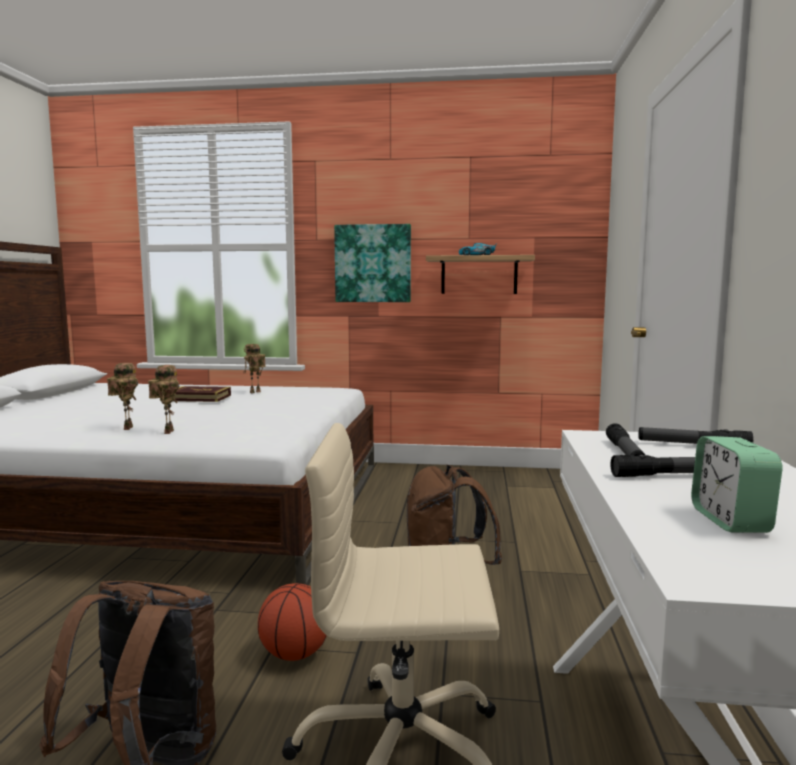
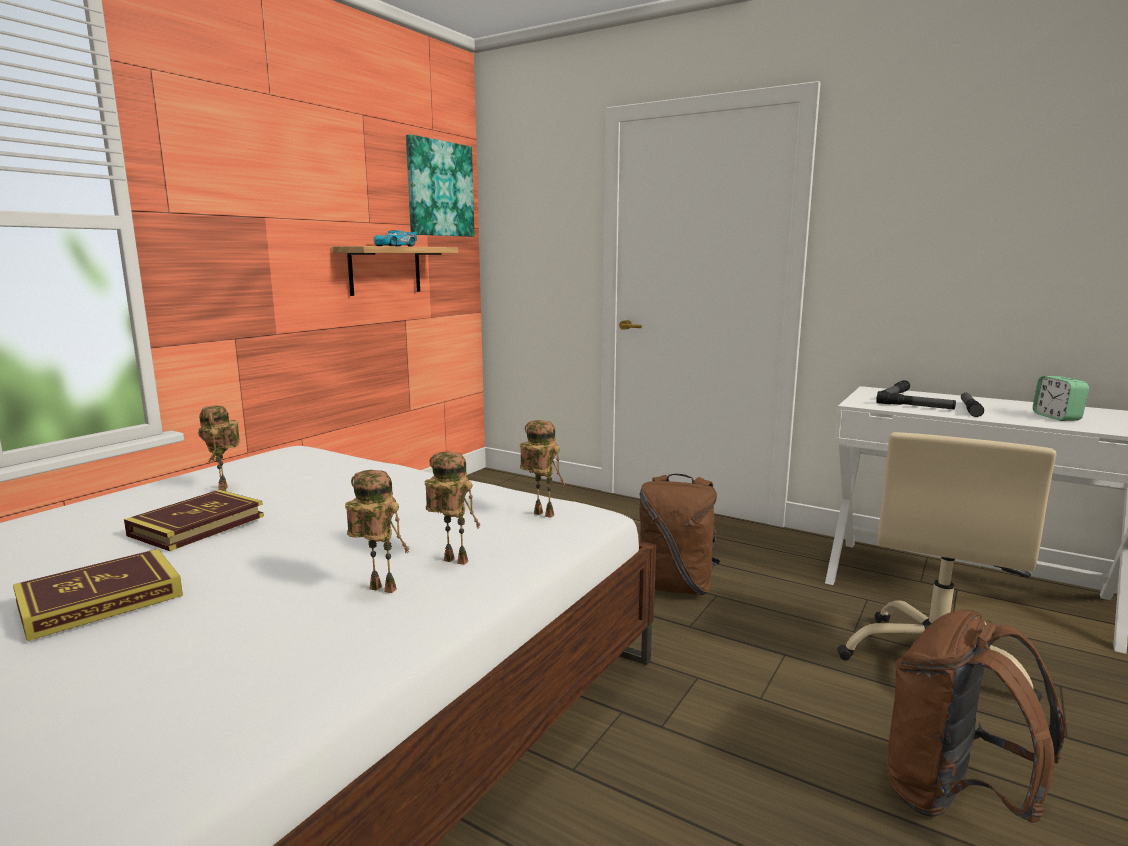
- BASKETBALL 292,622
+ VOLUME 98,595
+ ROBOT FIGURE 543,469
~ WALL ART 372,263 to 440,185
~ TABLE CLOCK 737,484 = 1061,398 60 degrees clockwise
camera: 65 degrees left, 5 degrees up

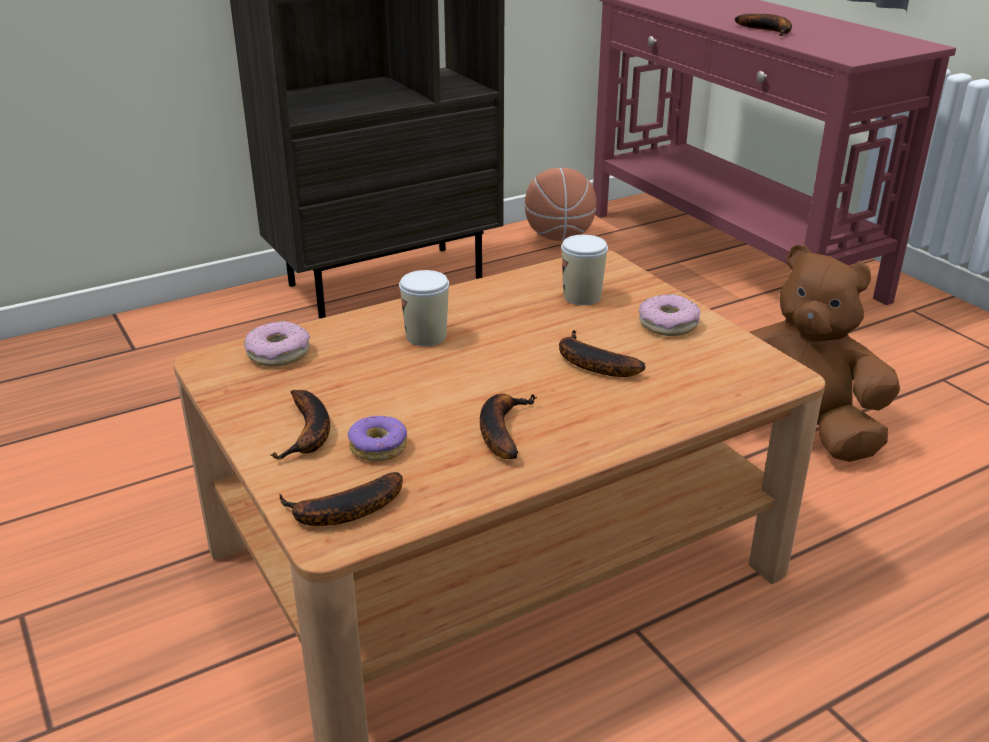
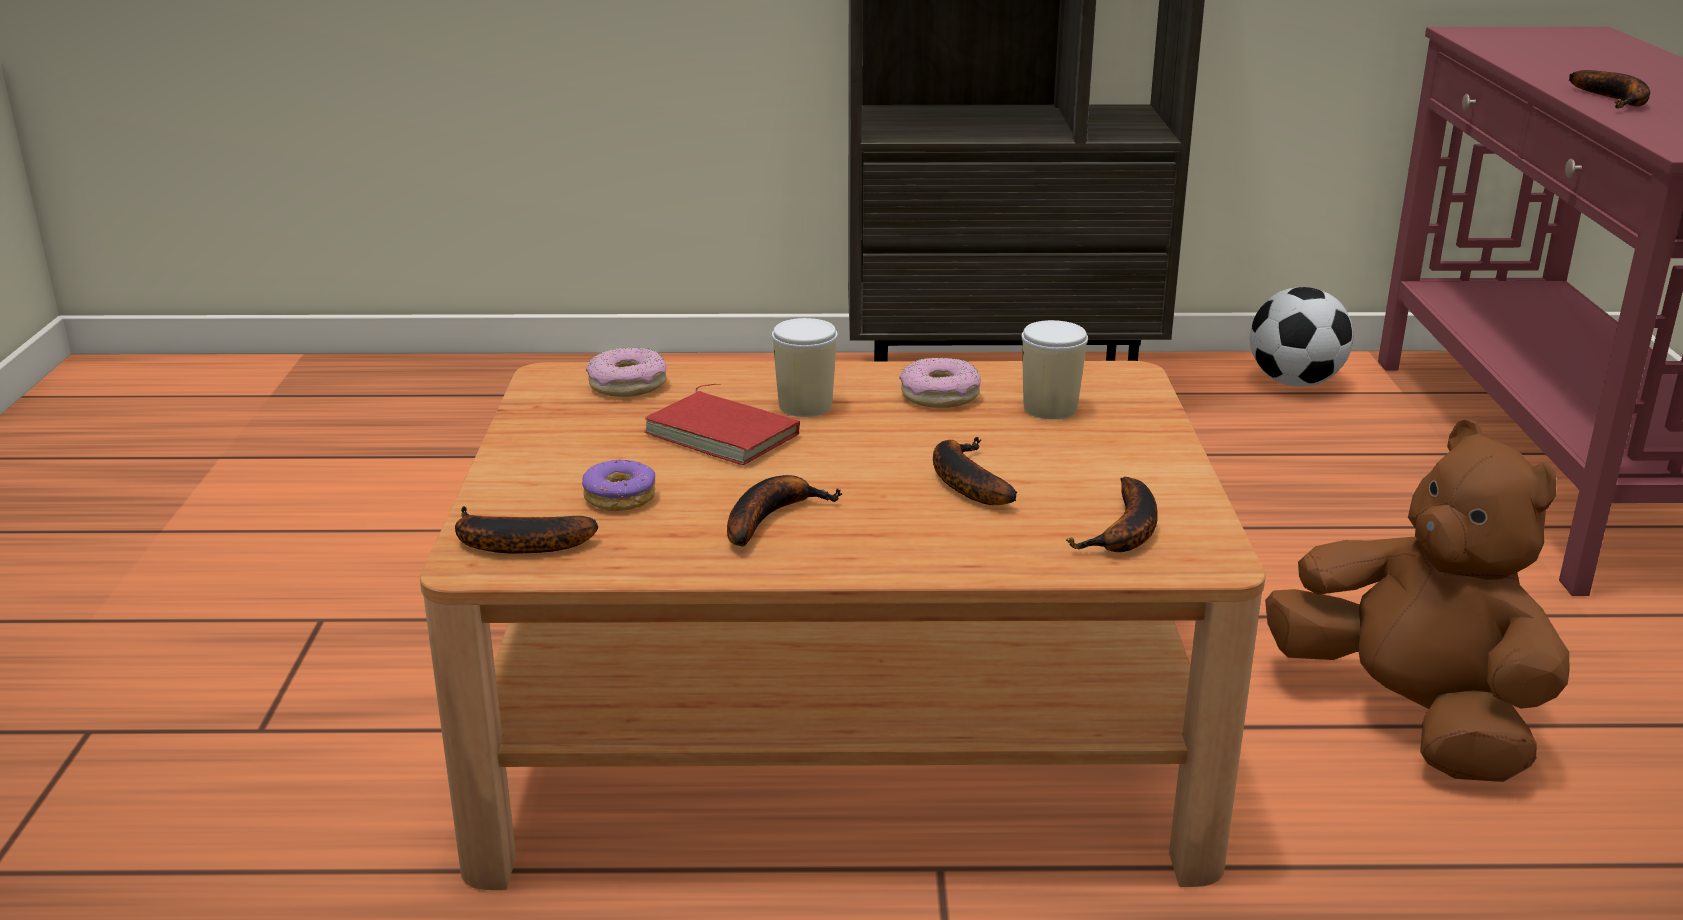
+ RED-COLOURED VOLUME 722,424
~ BANANA 300,425 to 1112,514
~ RING DOUGHNUT 670,315 to 940,383
~ BASKETBALL 560,204 to FOOTBALL BALL 1302,337
camera: 30 degrees right, 5 degrees down

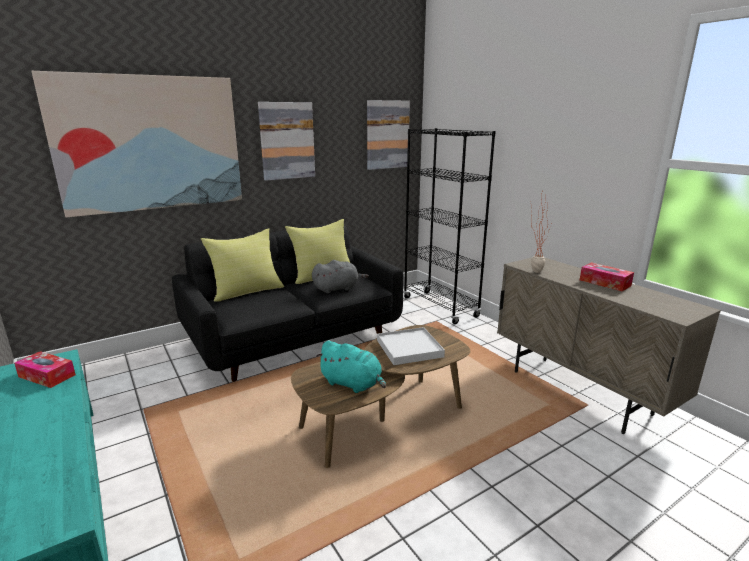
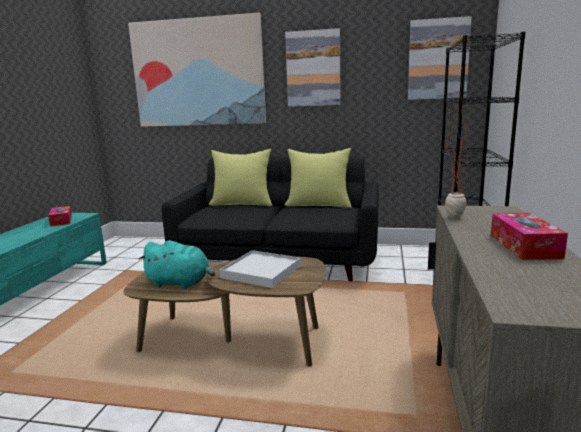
- GREYISH PLUSH TOY 340,277
~ TURQUOISE PLUSH TOY 351,367 = 177,264 60 degrees counterclockwise
camera: 45 degrees right, 5 degrees down

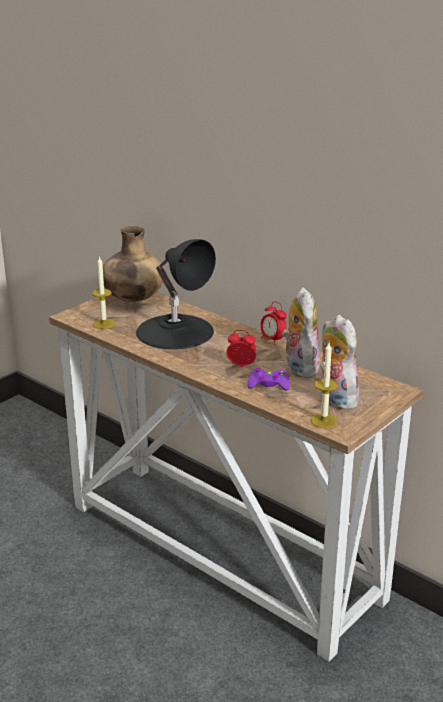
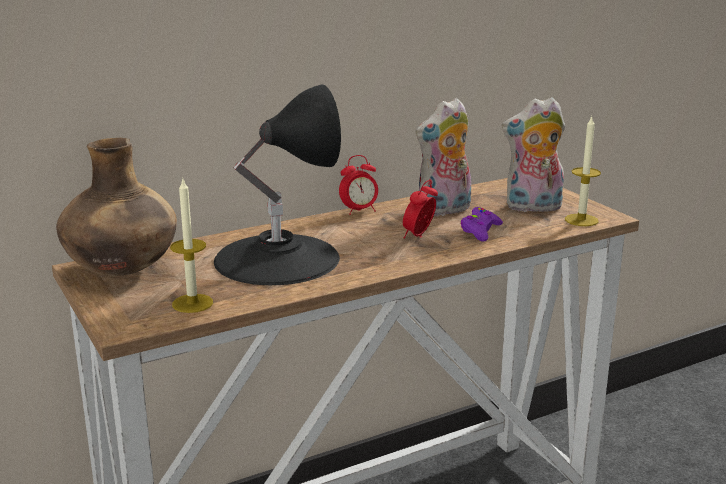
~ PLUSH TOY 301,332 = 443,157 45 degrees counterclockwise
camera: 70 degrees left, 5 degrees down

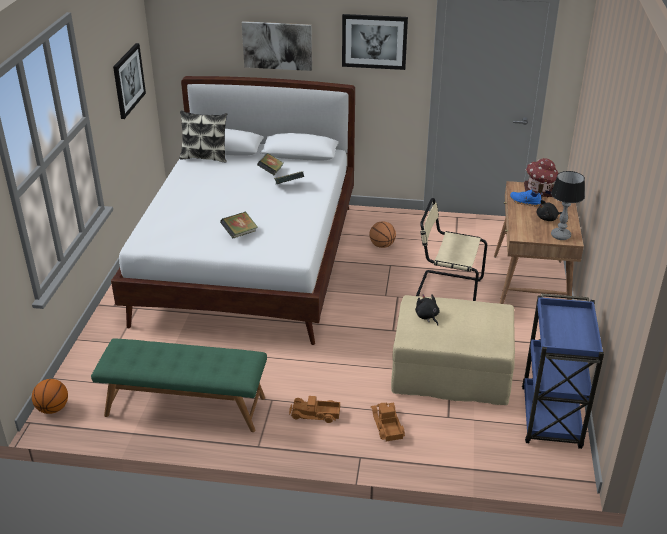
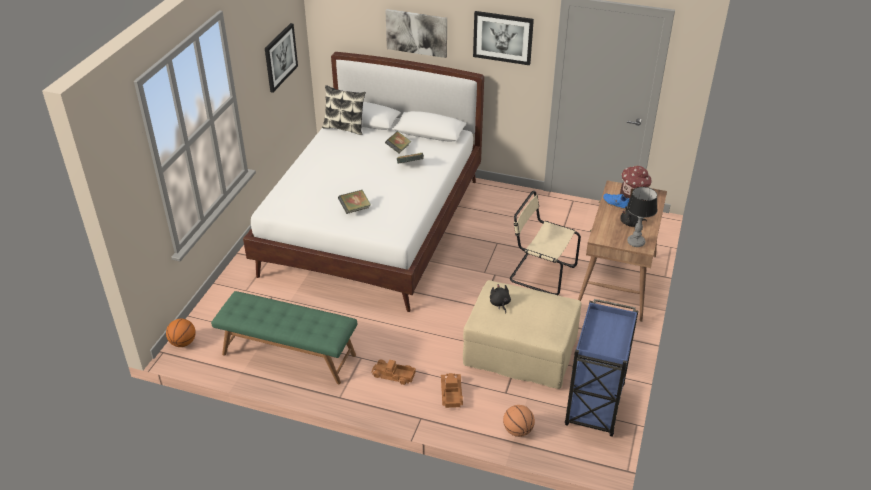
~ BASKETBALL 382,234 to 519,421
camera: 10 degrees right, 5 degrees up

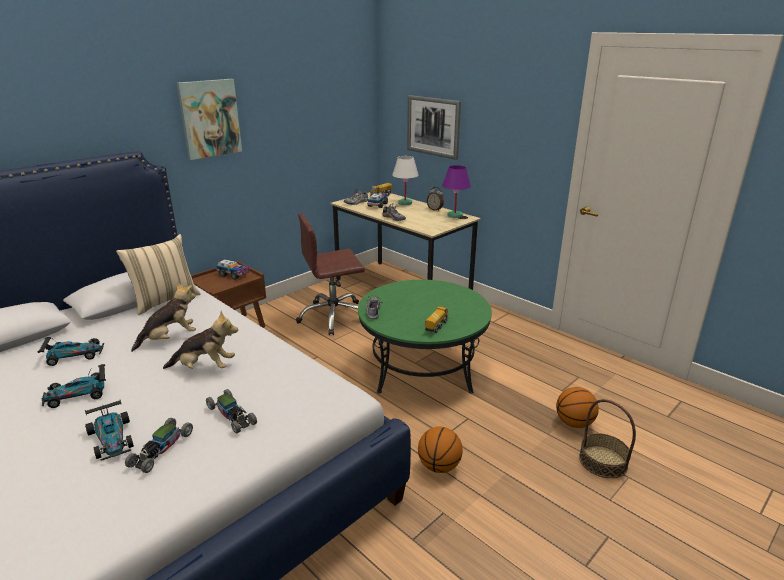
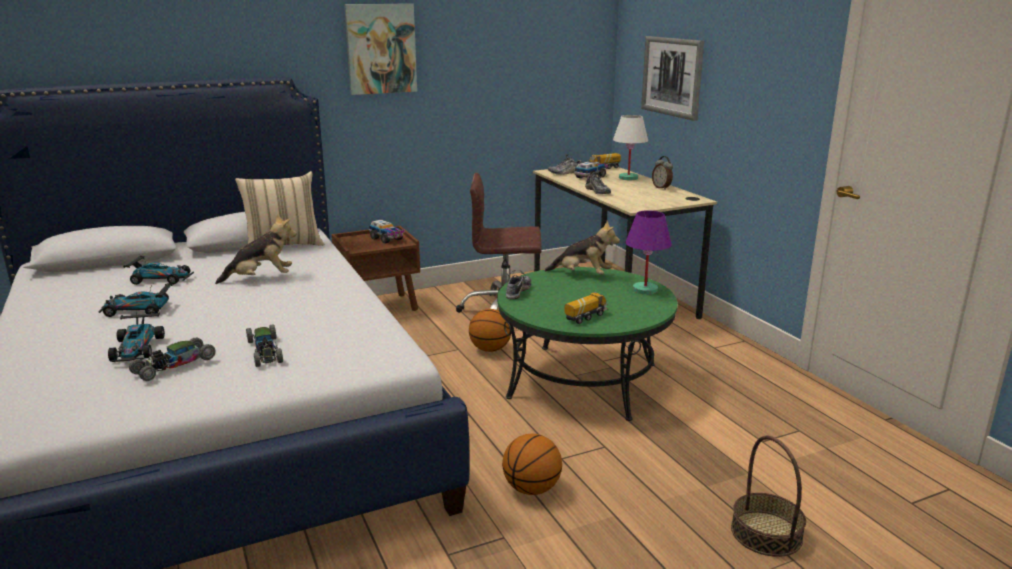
~ PLUSH TOY 200,340 to 582,247
~ PURPLISH TABLETOP LAMP 456,191 to 648,252
~ BASKETBALL 577,407 to 490,330
camera: 20 degrees right, 5 degrees down

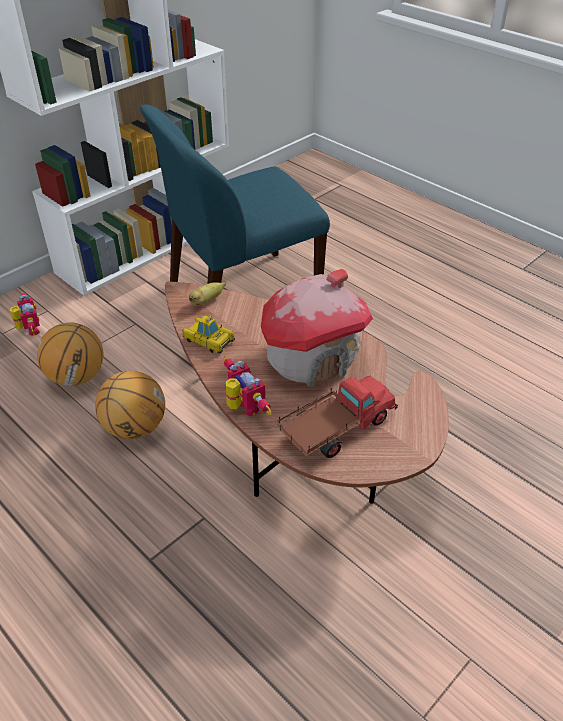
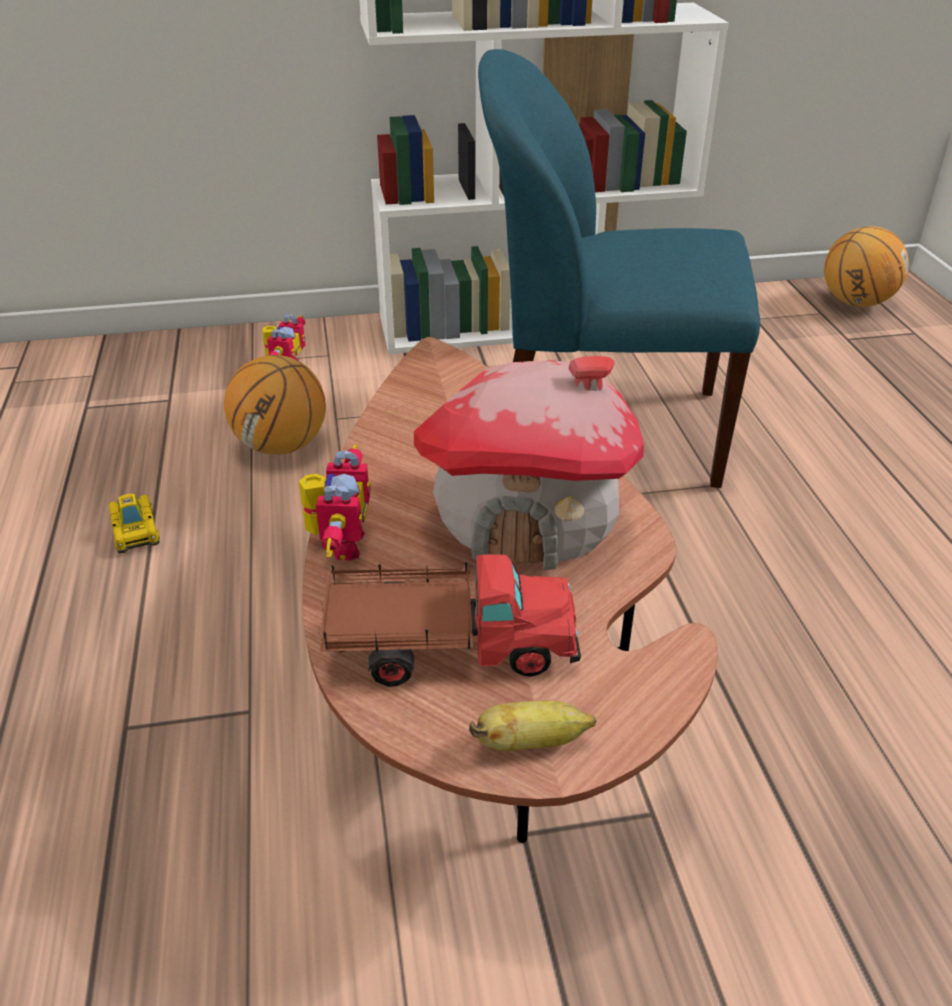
~ BASKETBALL 130,405 to 866,266
~ MINIATURE CAR 208,334 to 134,523
~ BANANA 207,294 to 532,726
camera: 35 degrees right, 5 degrees down

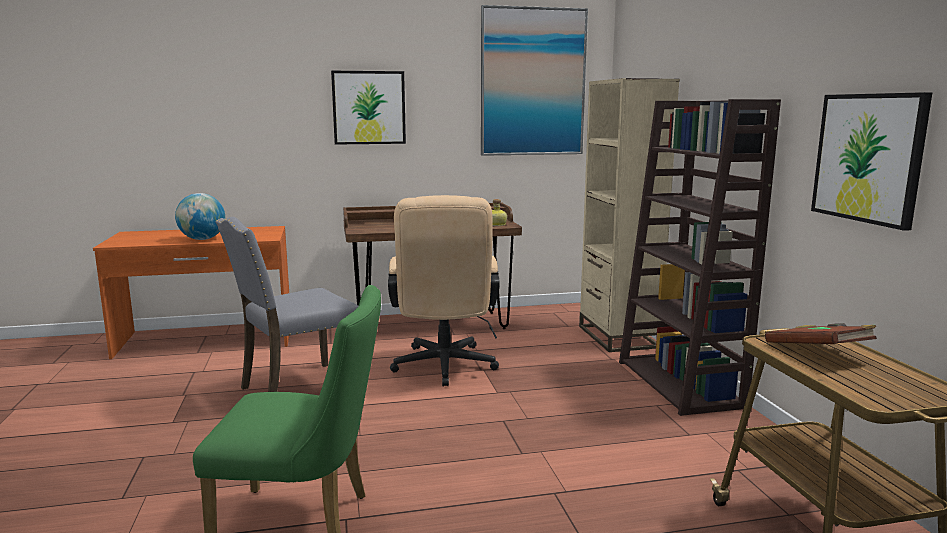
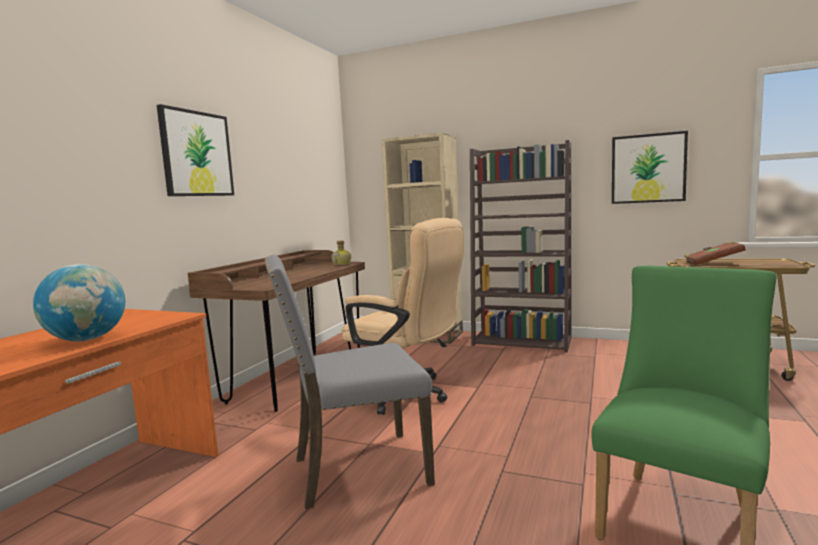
- WALL ART 534,80
~ GREYISH CHAIR 286,304 = 349,382 75 degrees clockwise
camera: 55 degrees left, 5 degrees down

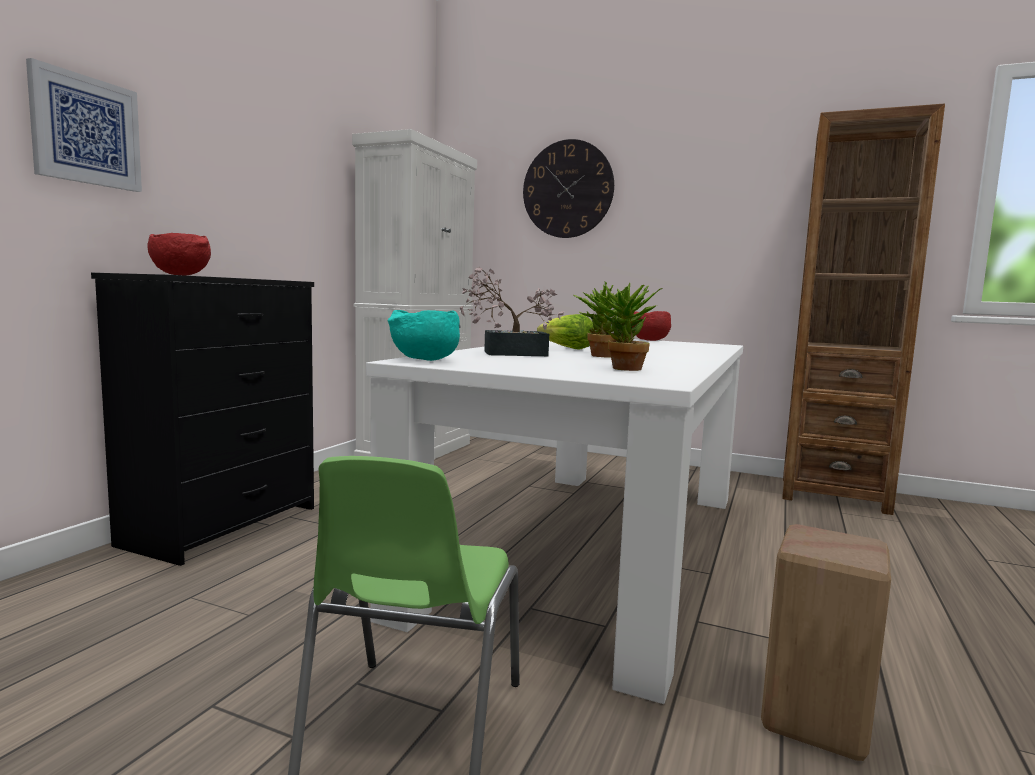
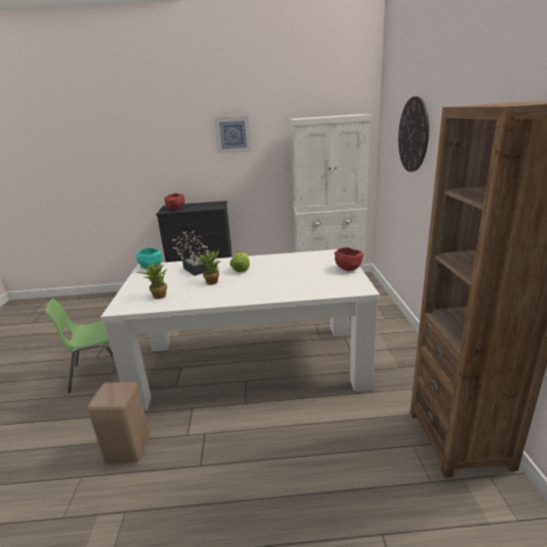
~ WALL ART 84,125 to 232,134
camera: 65 degrees right, 15 degrees up

